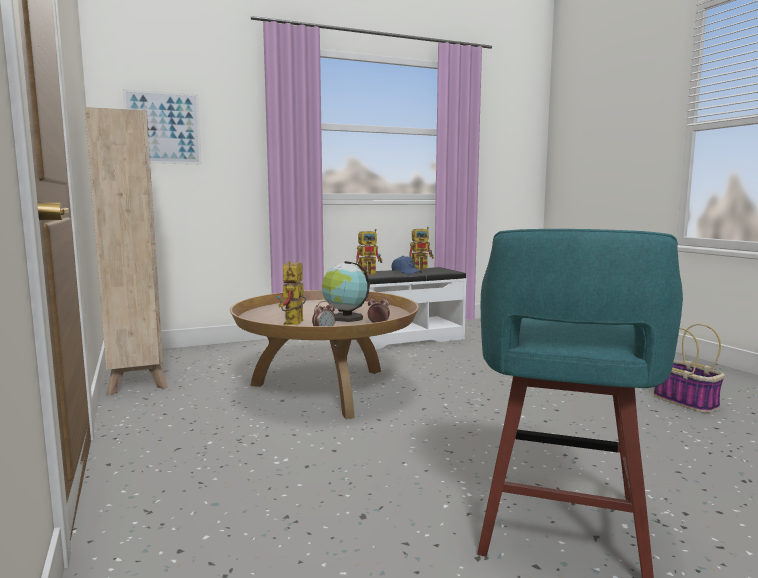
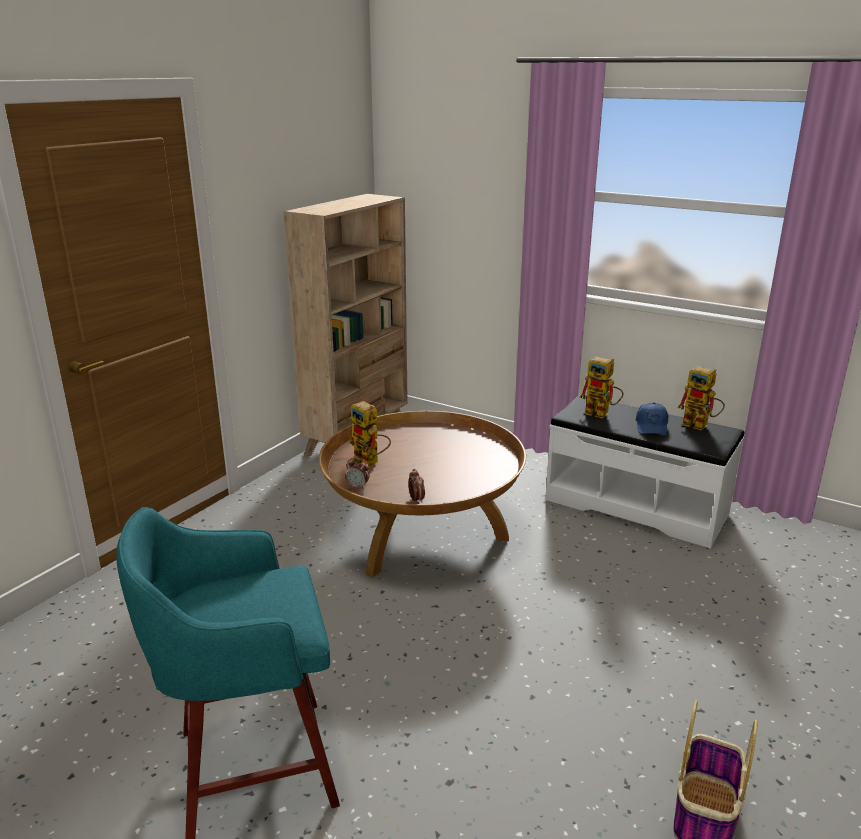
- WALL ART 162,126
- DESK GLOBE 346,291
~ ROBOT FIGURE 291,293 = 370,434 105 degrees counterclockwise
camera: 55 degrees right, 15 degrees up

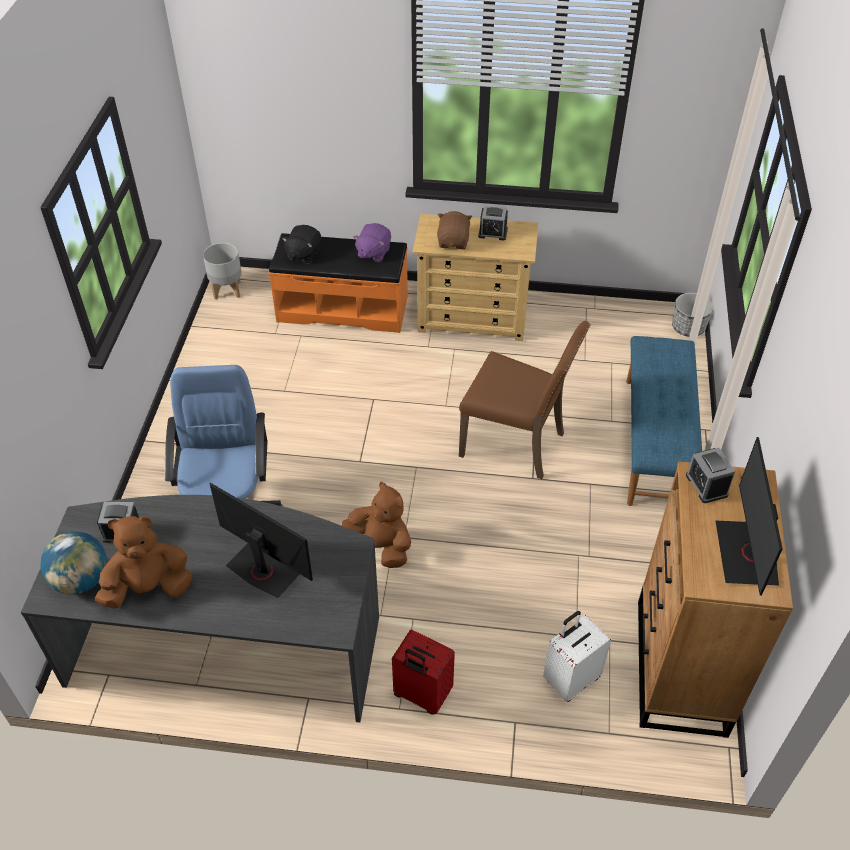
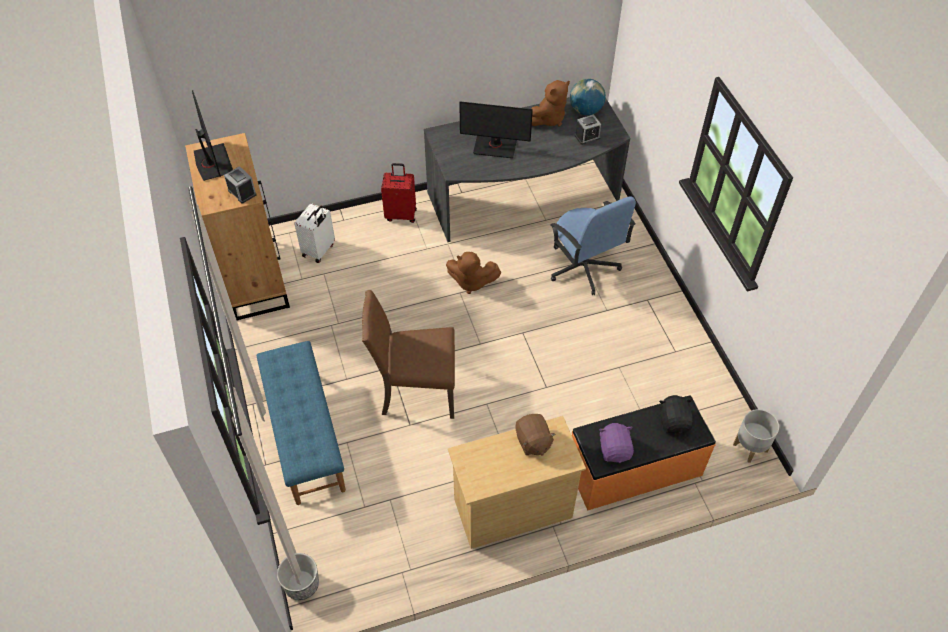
- TABLE CLOCK 493,223
camera: 155 degrees right, 5 degrees up

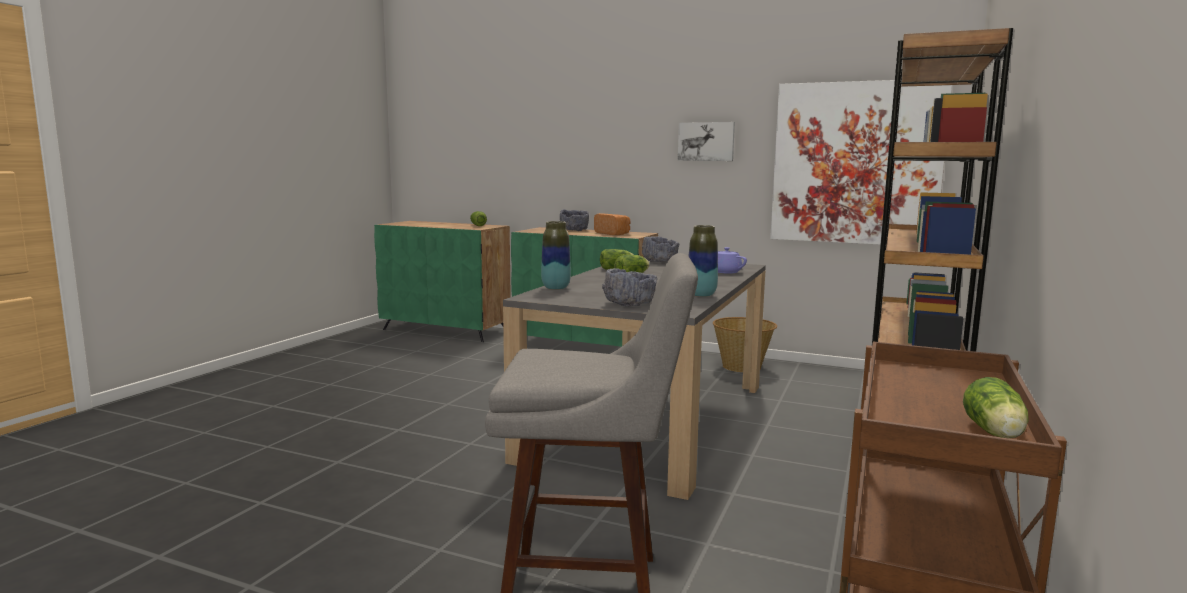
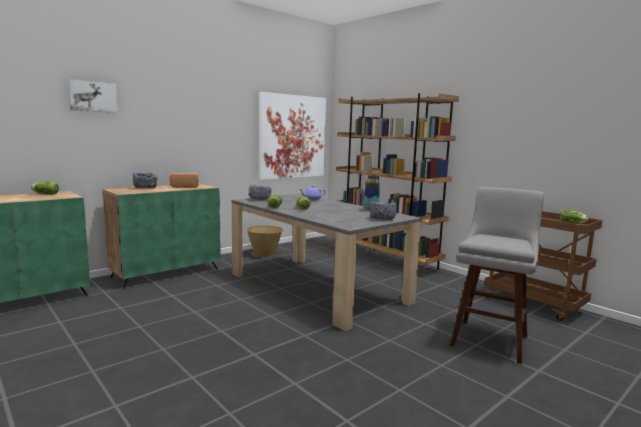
- FLOWER VASE 556,255
~ WALL ART 706,141 to 93,96
camera: 65 degrees left, 0 degrees up

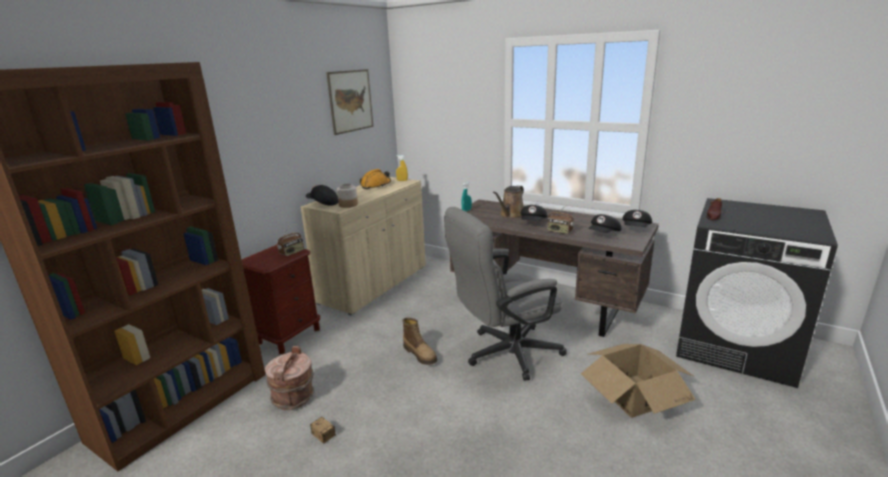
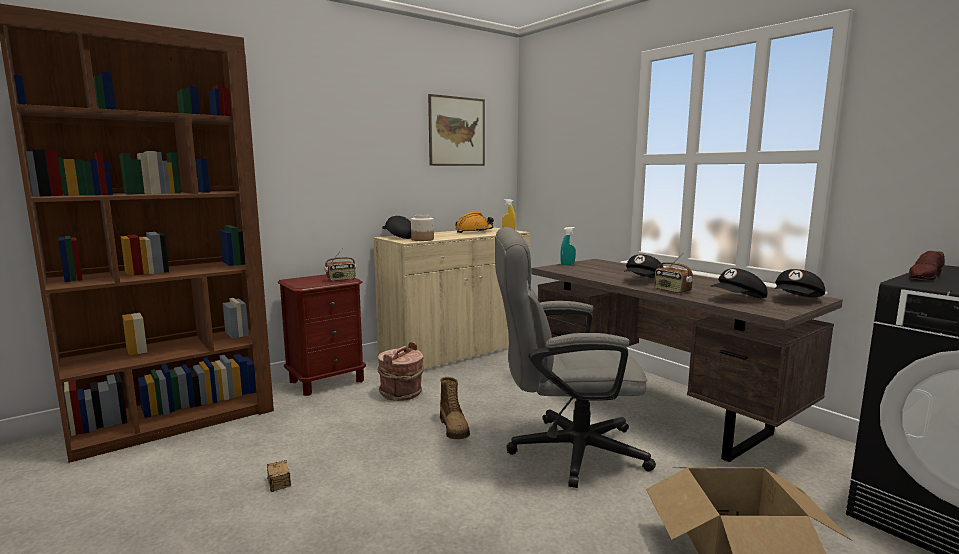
- BROWNISH WATERING POT 508,202
~ BROWNISH PAIL 289,378 to 401,371
camera: 20 degrees right, 10 degrees down

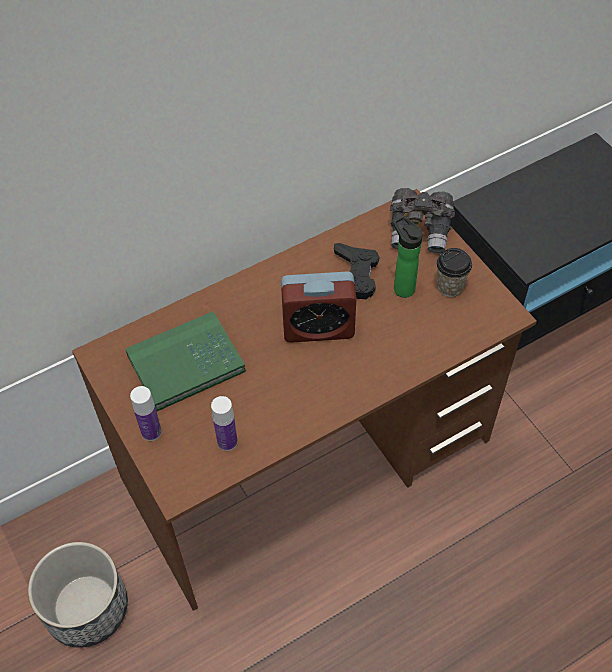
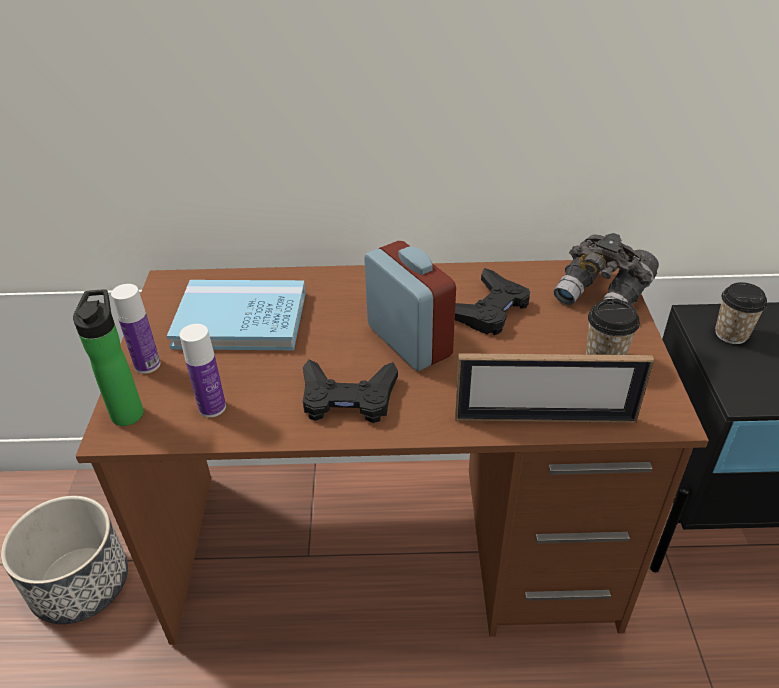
+ BLACK-COLOURED GAME CONTROLLER 350,391
+ PHOTO FRAME 554,388
+ CUP 741,313
~ BOTTLE 408,257 to 108,358
~ GREEN VOLUME 186,361 to BLUISH VOLUME 236,315
~ TABLE CLOCK 319,307 = 410,306 150 degrees counterclockwise
camera: 30 degrees right, 15 degrees down

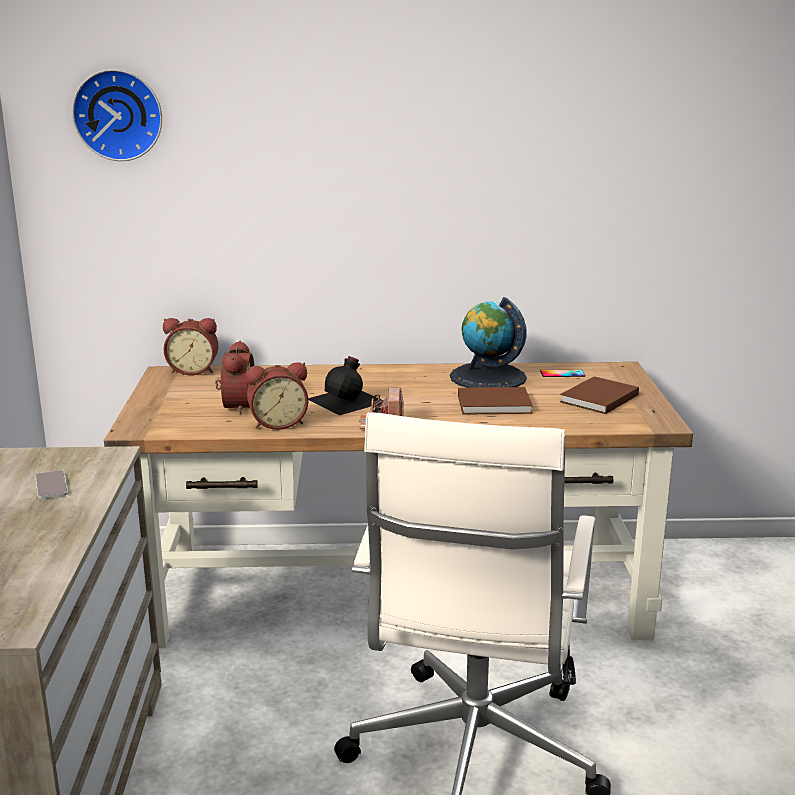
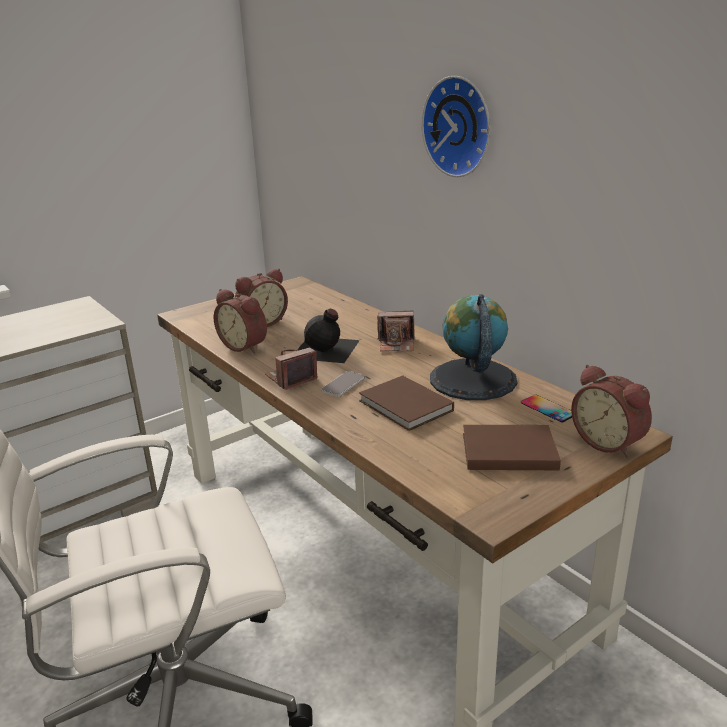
+ STILL CAMERA 396,331
~ HANDSET 51,484 to 343,384
~ WALL CLOCK 117,115 to 456,126
~ TABLE CLOCK 190,346 to 611,411
camera: 55 degrees right, 5 degrees up

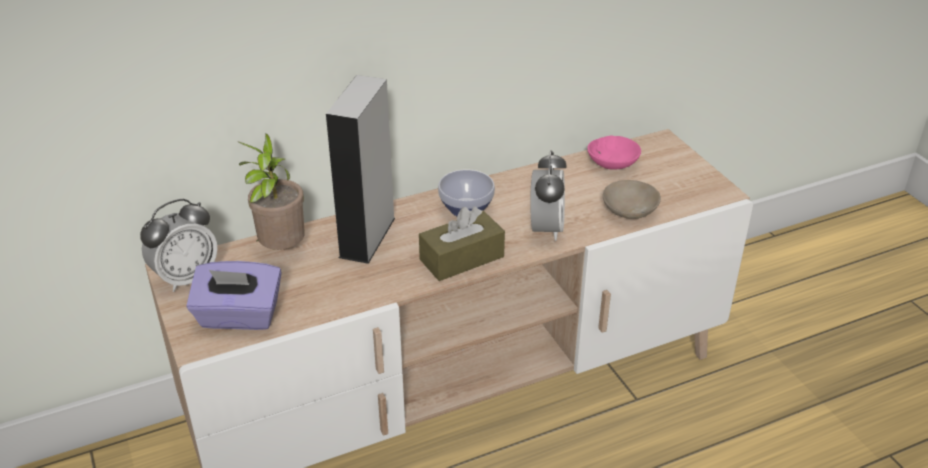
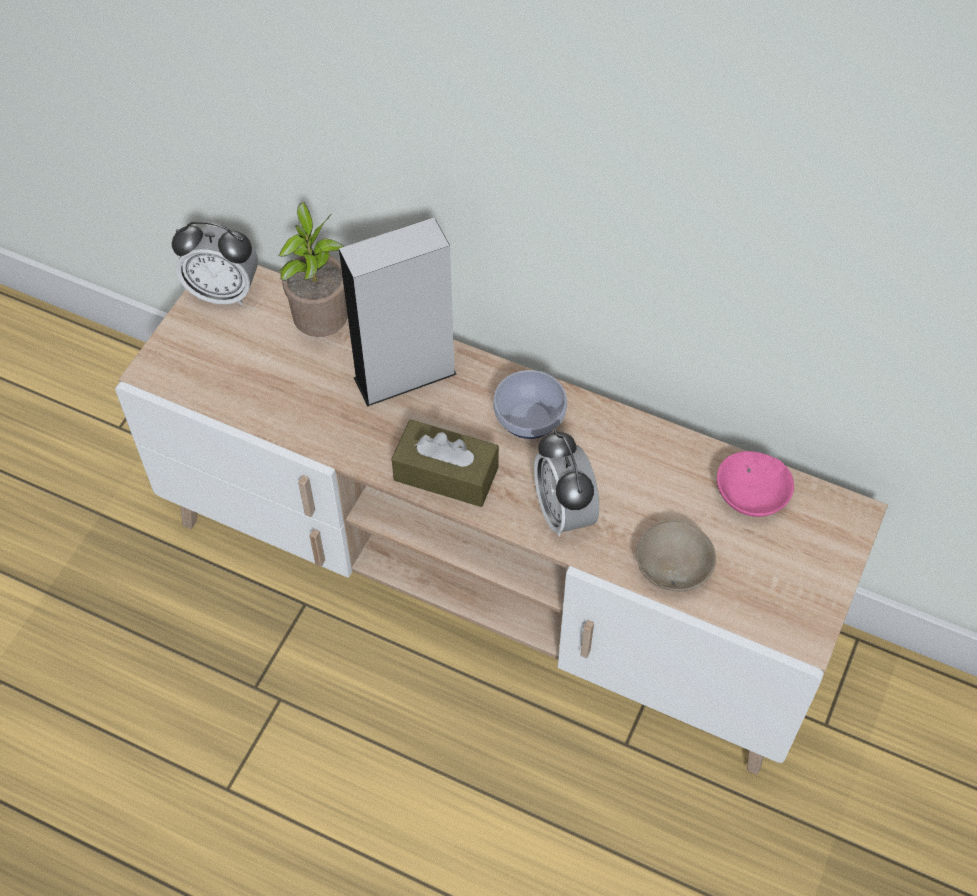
- PURPLISH TISSUE HOLDER 234,295
~ TABLE CLOCK 548,195 = 566,483 105 degrees clockwise
camera: 50 degrees right, 20 degrees up

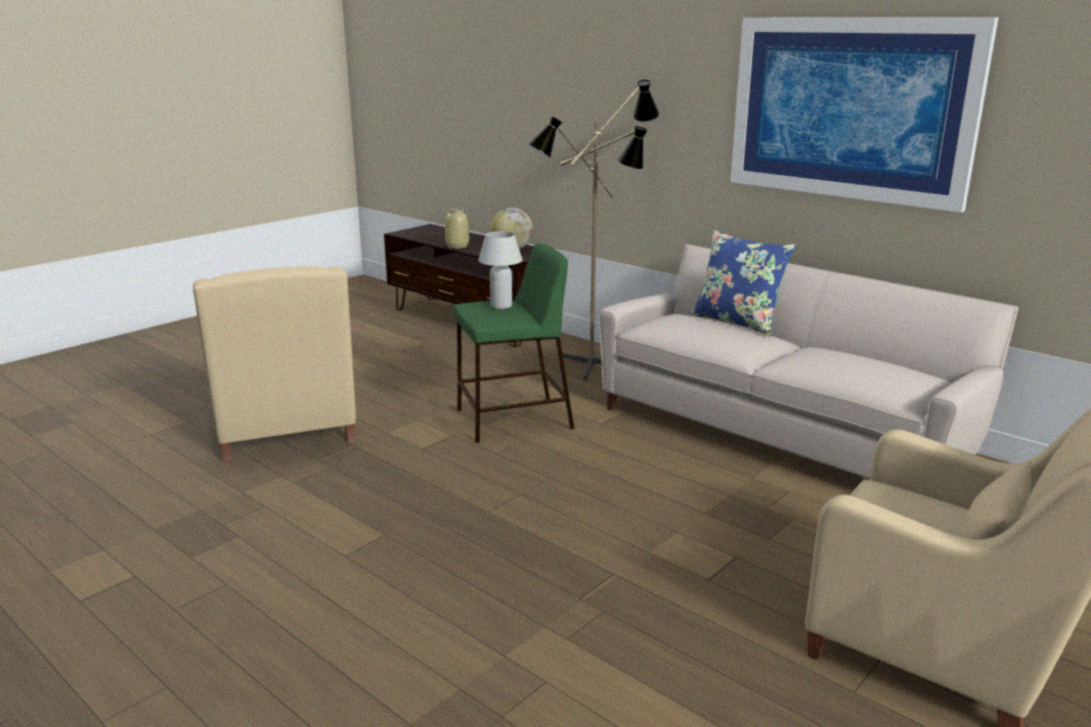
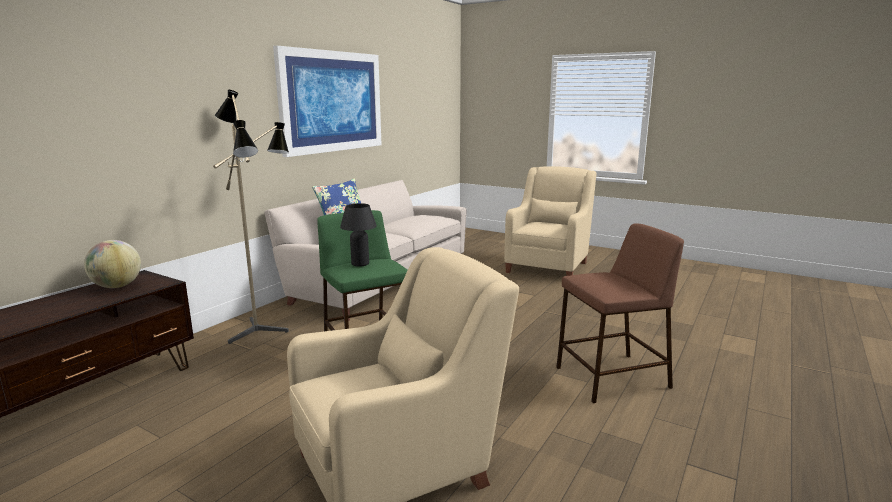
- SAND-COLOURED FLOWER VASE 457,228
+ BROWNISH SITTING STOOL 620,313
~ WHITISH TABLETOP LAMP 500,270 to BLACK-COLOURED TABLETOP LAMP 358,235
camera: 100 degrees left, 5 degrees down

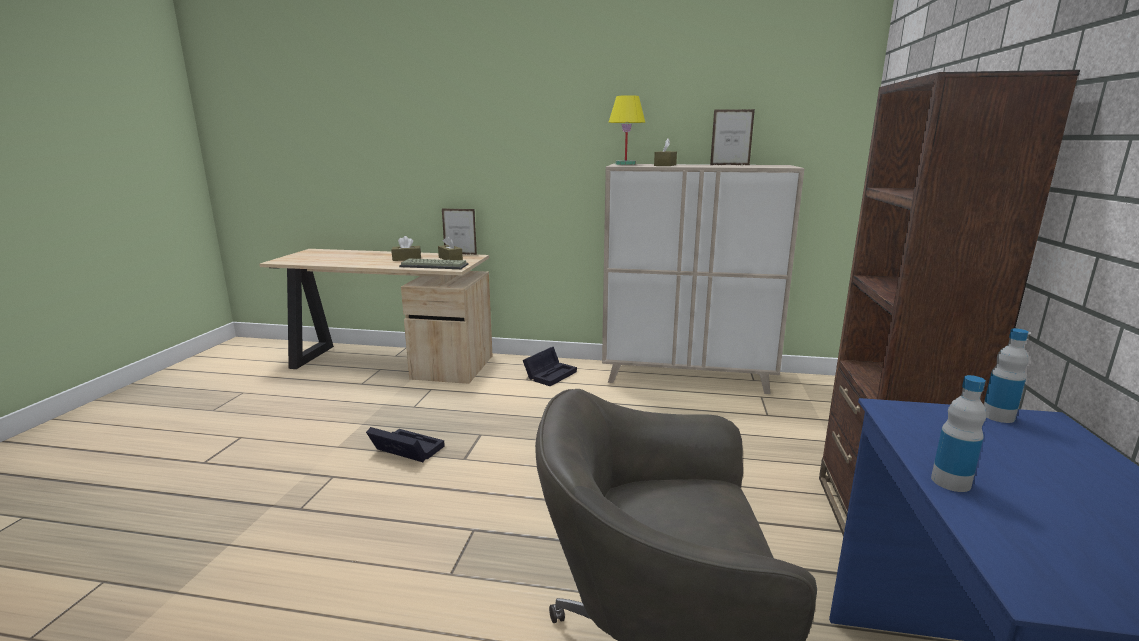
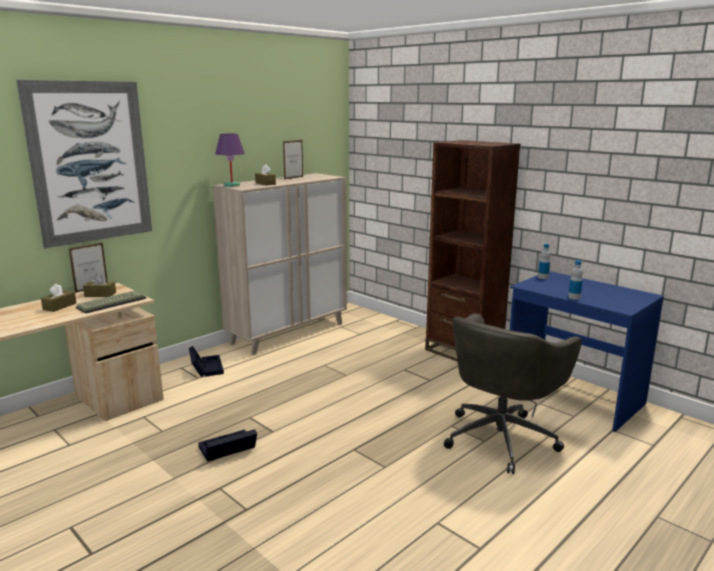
+ WALL ART 84,164
~ YELLOW-COLOURED TABLETOP LAMP 626,130 to PURPLISH TABLETOP LAMP 230,160
camera: 55 degrees left, 0 degrees up

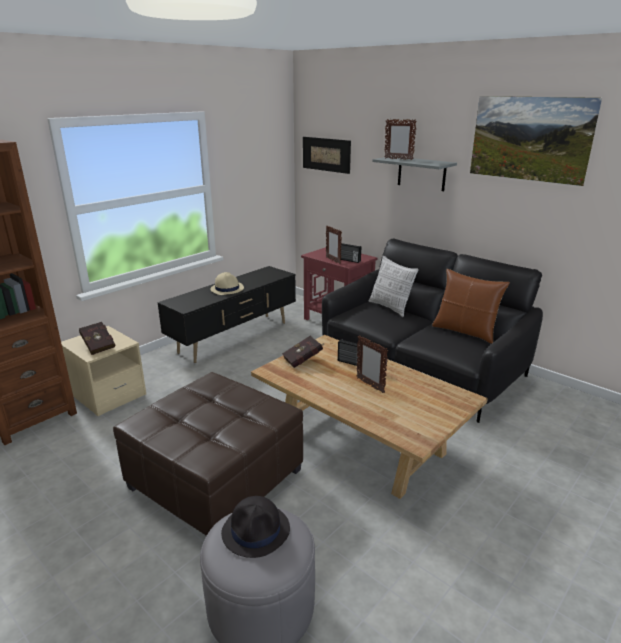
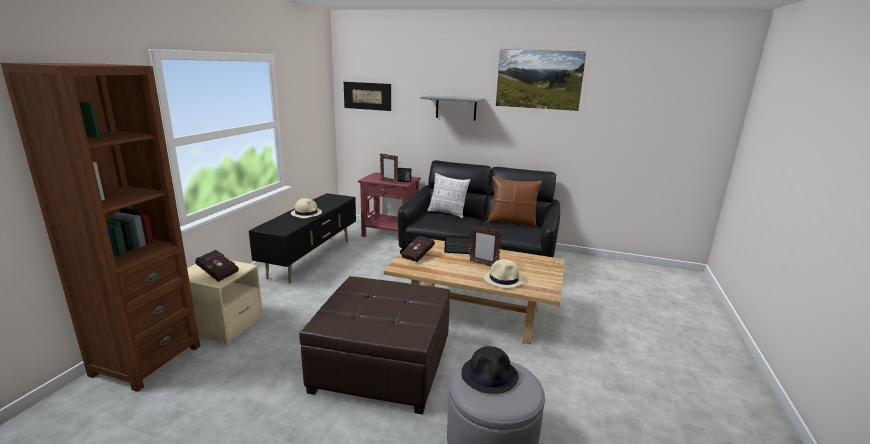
- PHOTO FRAME 400,139
+ SAND-COLOURED WEARABLE HAT 504,273
camera: 25 degrees left, 5 degrees down

